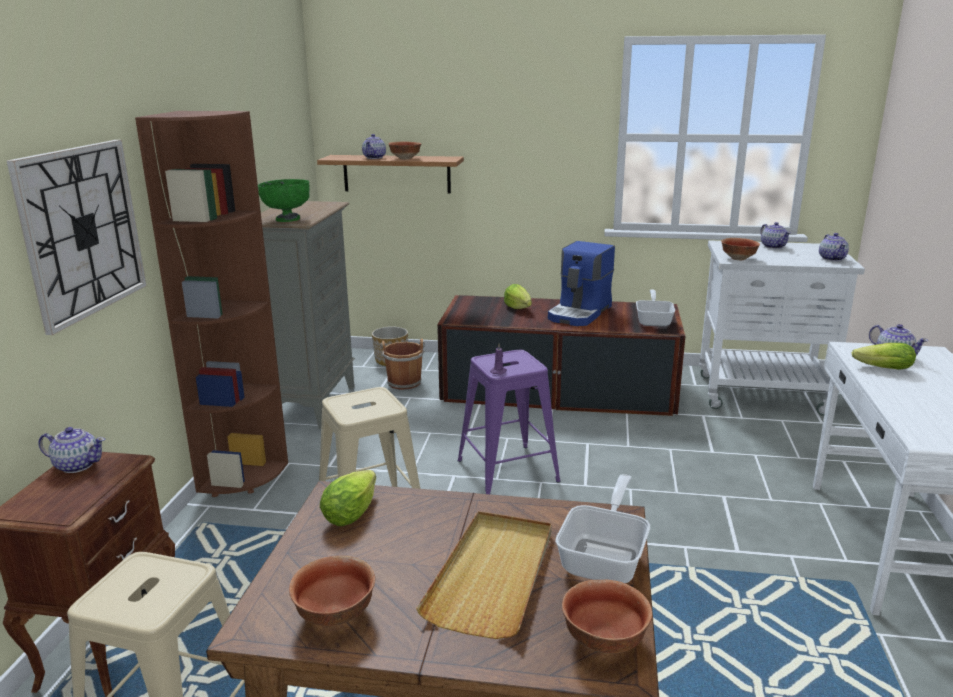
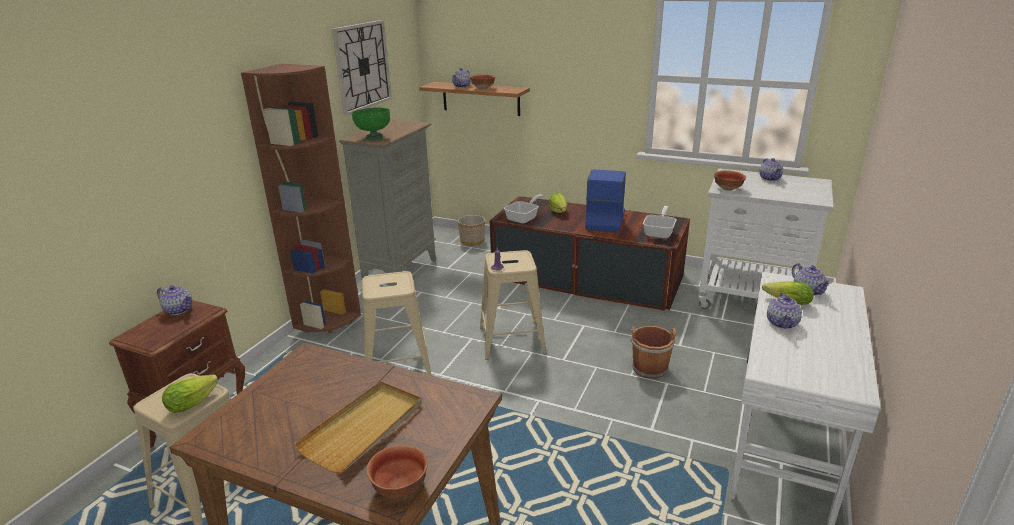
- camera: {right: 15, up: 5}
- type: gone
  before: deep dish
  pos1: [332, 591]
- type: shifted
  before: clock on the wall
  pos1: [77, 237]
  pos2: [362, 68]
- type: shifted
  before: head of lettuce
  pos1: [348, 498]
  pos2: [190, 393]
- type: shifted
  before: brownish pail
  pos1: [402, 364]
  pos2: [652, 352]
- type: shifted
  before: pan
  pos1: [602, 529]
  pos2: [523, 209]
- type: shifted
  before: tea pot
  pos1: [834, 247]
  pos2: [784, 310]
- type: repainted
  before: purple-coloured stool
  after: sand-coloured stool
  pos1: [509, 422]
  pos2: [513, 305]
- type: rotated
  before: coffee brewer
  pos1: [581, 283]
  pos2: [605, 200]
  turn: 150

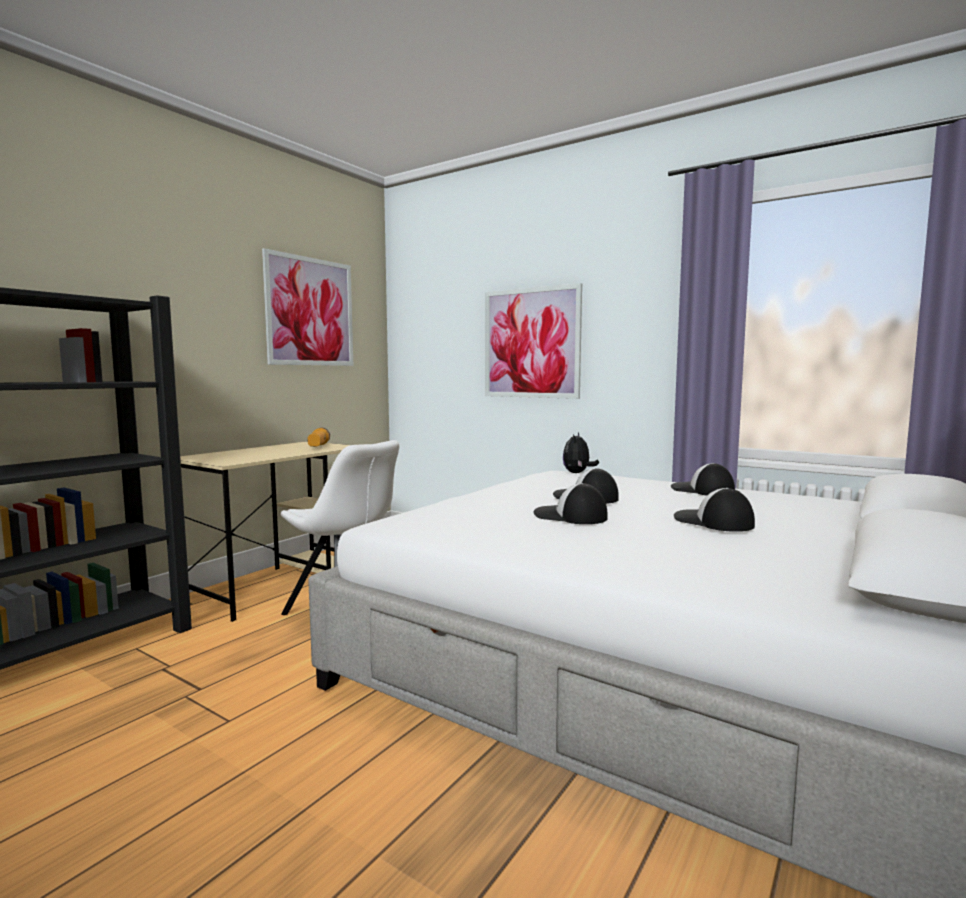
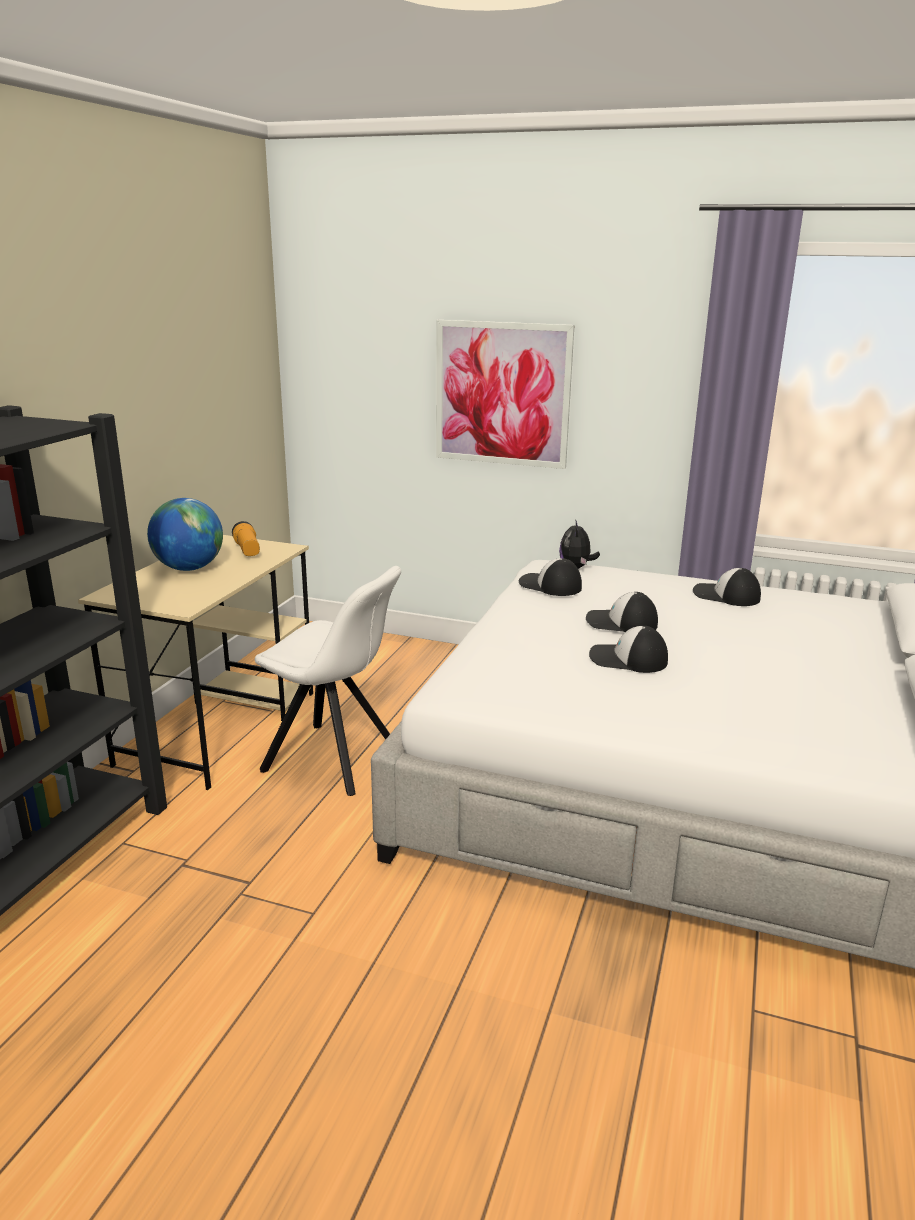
- camera: {right: -15, up: 15}
- type: gone
  before: wall picture
  pos1: [307, 307]
- type: new
  after: desk globe
  pos2: [185, 534]
- type: shifted
  before: baseball cap
  pos1: [714, 510]
  pos2: [550, 577]

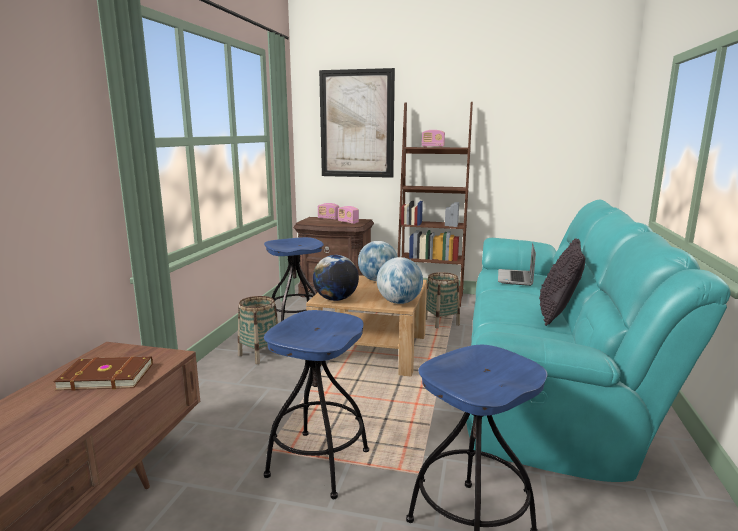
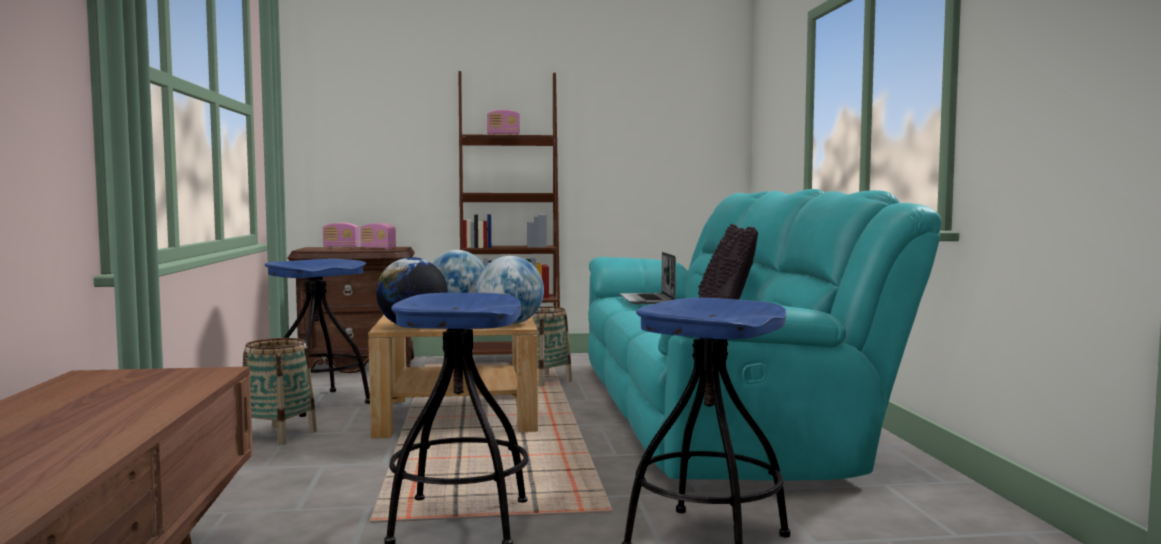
- camera: {right: -20, up: -10}
- type: gone
  before: brownish book
  pos1: [103, 374]
- type: gone
  before: wall picture
  pos1: [357, 123]

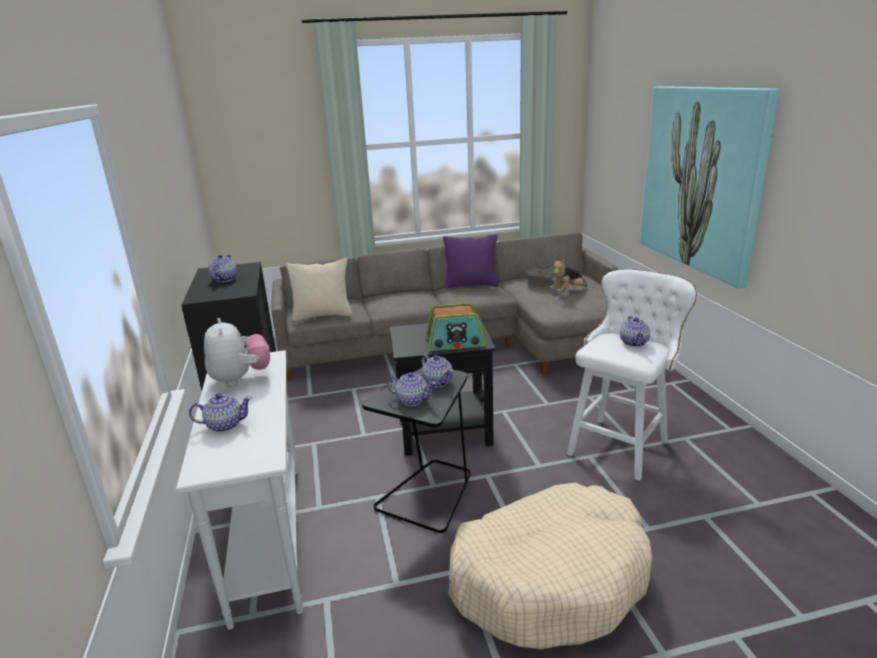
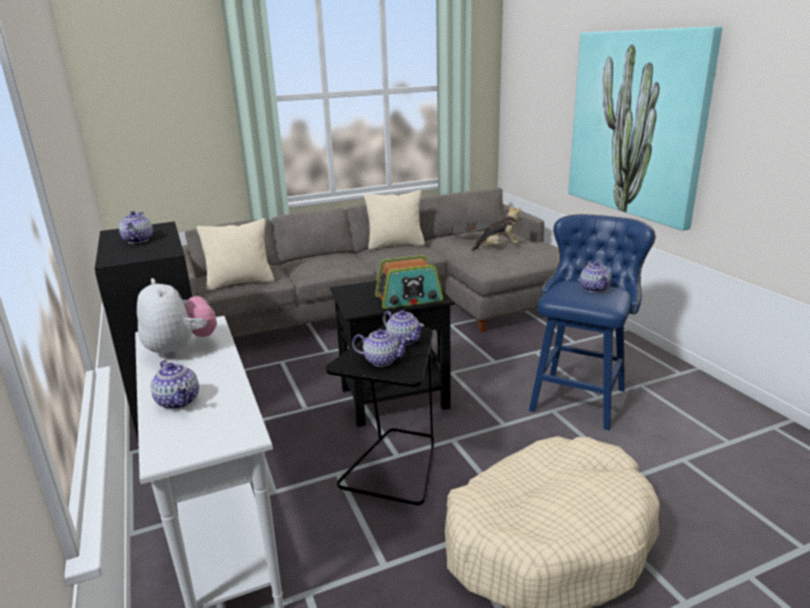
- camera: {right: -10, up: 0}
- type: repainted
  before: purple-coloured throw pillow
  after: sand-coloured throw pillow
  pos1: [471, 261]
  pos2: [394, 219]
- type: repainted
  before: white-coloured stool
  after: bluish stool
  pos1: [632, 375]
  pos2: [592, 322]
- type: rotated
  before: tea pot
  pos1: [220, 412]
  pos2: [175, 385]
  turn: 75
- type: rotated
  before: plush toy
  pos1: [568, 276]
  pos2: [496, 228]
  turn: -150

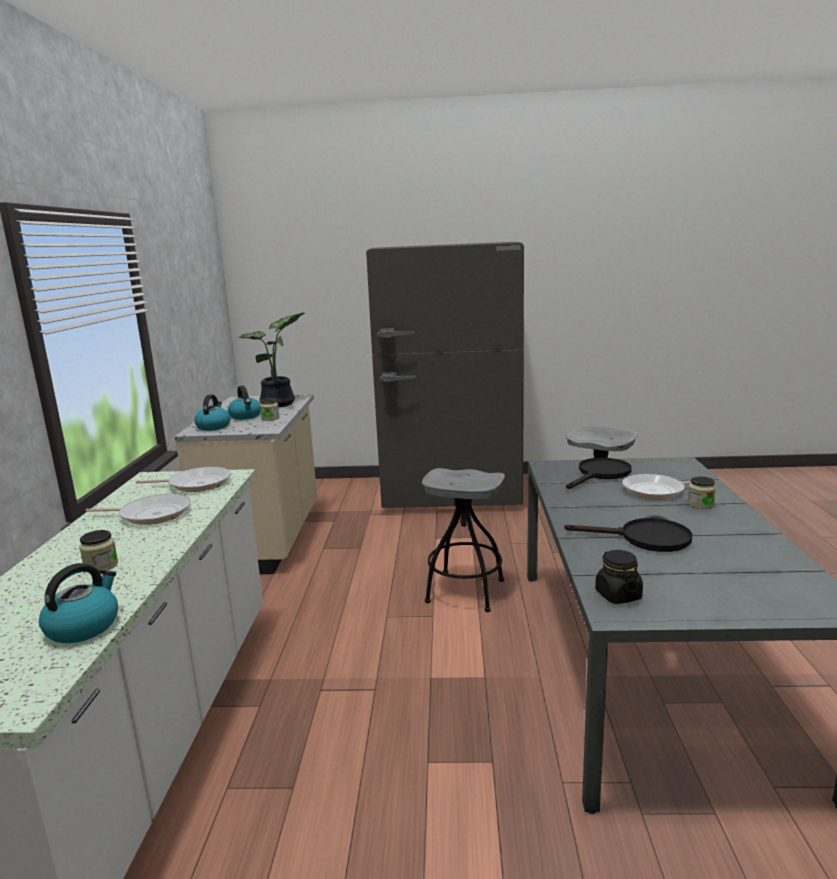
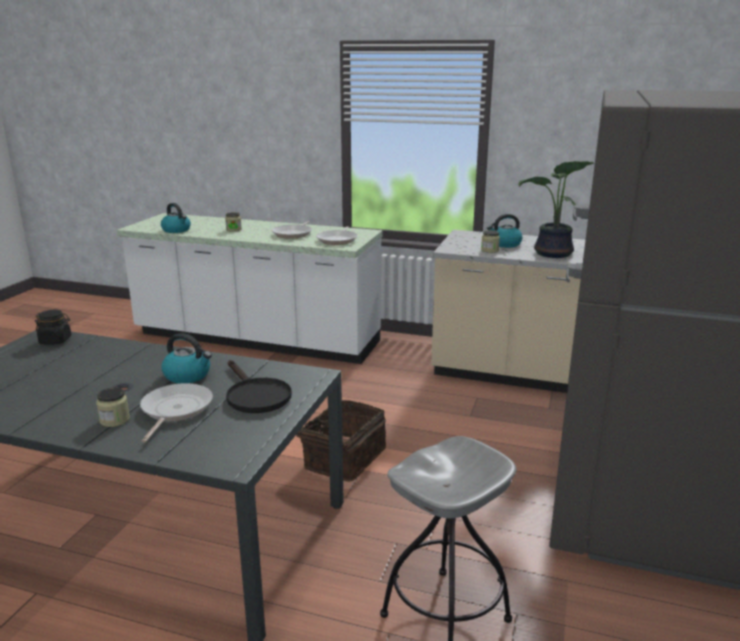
- camera: {right: 105, up: 5}
- type: gone
  before: black-coloured pan
  pos1: [629, 535]
- type: shifted
  before: tea kettle
  pos1: [212, 412]
  pos2: [187, 358]
- type: swapped
  before: gray stool
  after: storage basket
  pos1: [463, 540]
  pos2: [341, 441]

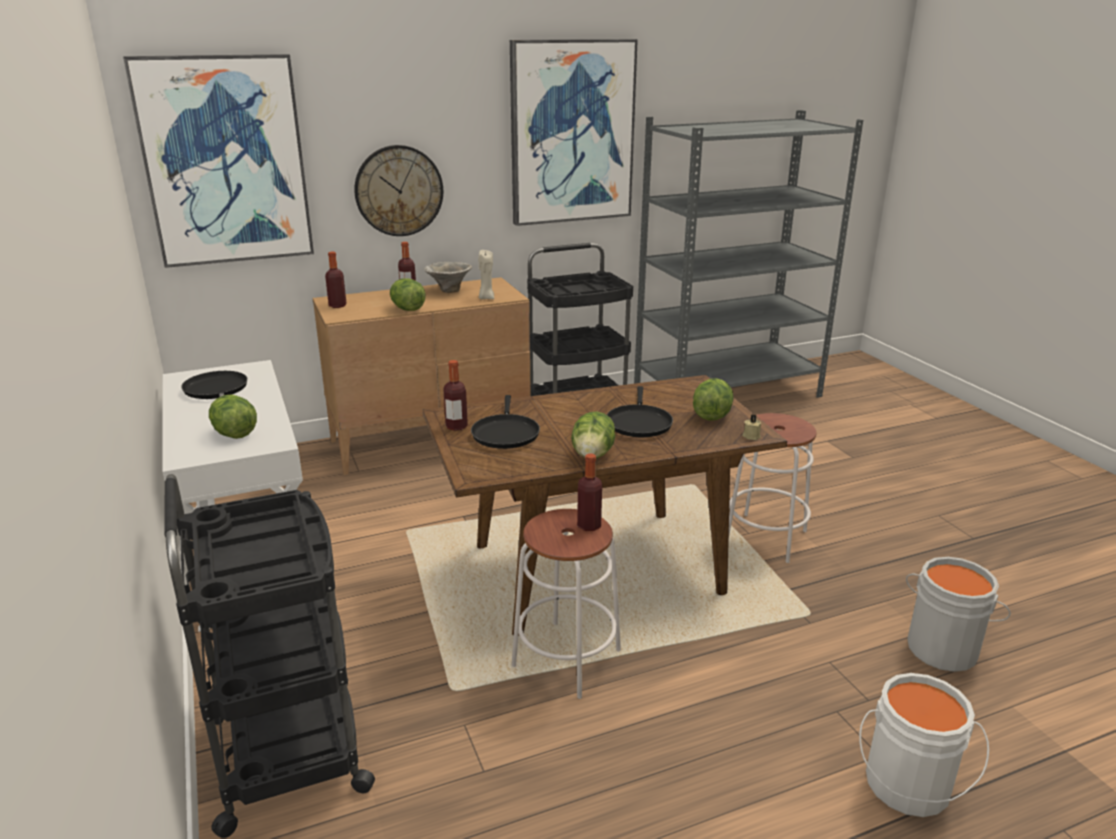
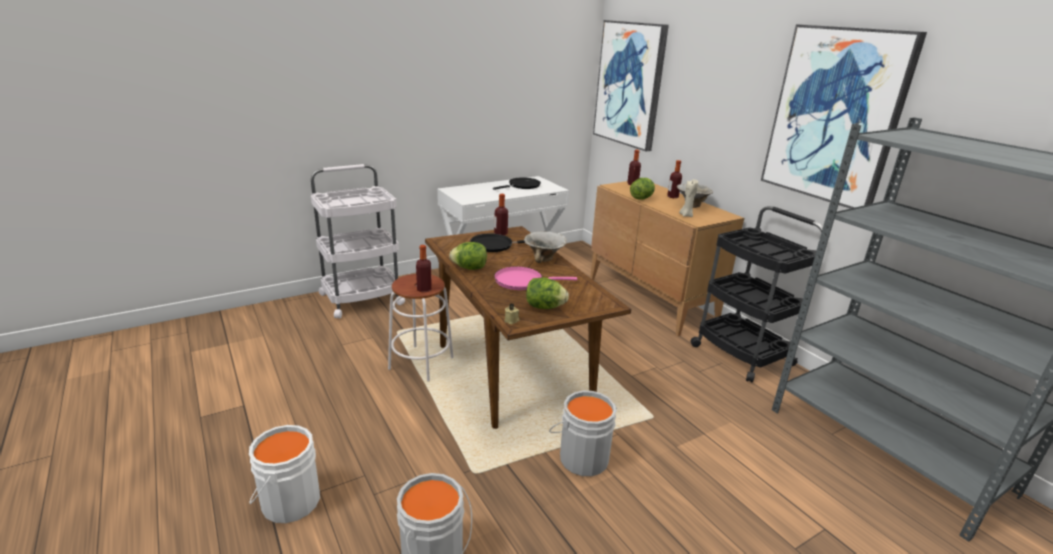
- camera: {right: 80, up: 0}
- type: gone
  before: head of lettuce
  pos1: [233, 417]
- type: gone
  before: clock on the wall
  pos1: [398, 190]
- type: new
  after: deep dish
  pos2: [545, 247]
- type: swapped
  before: white-coloured stool
  after: gray pail
  pos1: [773, 488]
  pos2: [583, 433]
- type: repainted
  before: black-coloured trolley
  after: white-coloured trolley
  pos1: [269, 656]
  pos2: [358, 241]
- type: repainted
  before: black-coloured pan
  after: pinkish pan
  pos1: [640, 411]
  pos2: [535, 278]

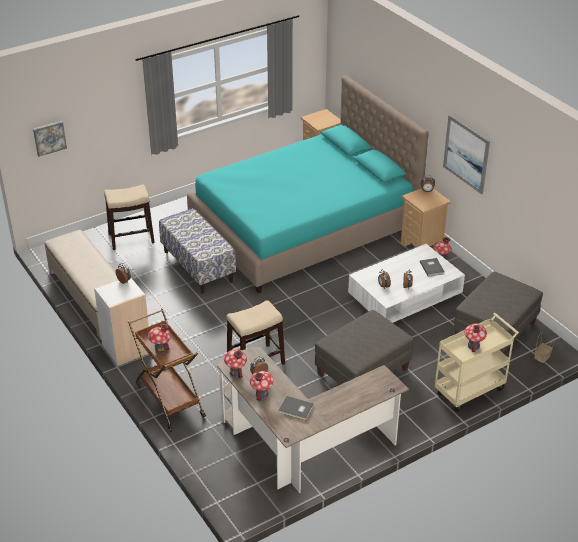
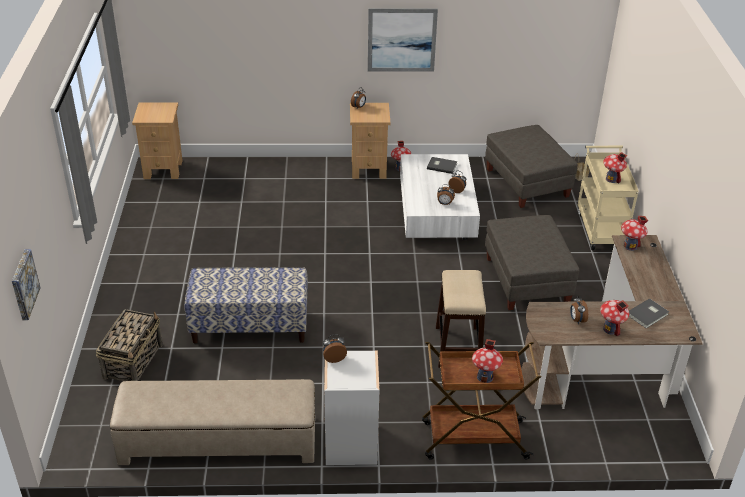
- camera: {right: -60, up: 0}
- type: gone
  before: blue-green bedroom bed
  pos1: [307, 184]
- type: shifted
  before: model house
  pos1: [235, 363]
  pos2: [634, 233]
- type: swapped
  before: stool
  after: storage basket
  pos1: [129, 217]
  pos2: [129, 345]

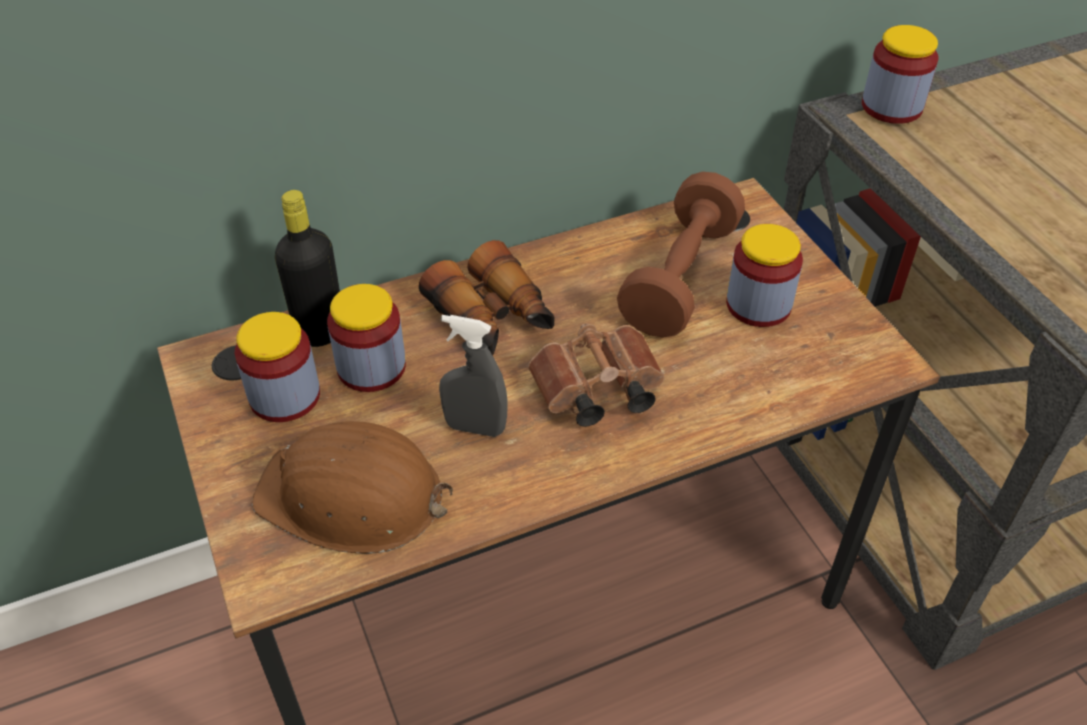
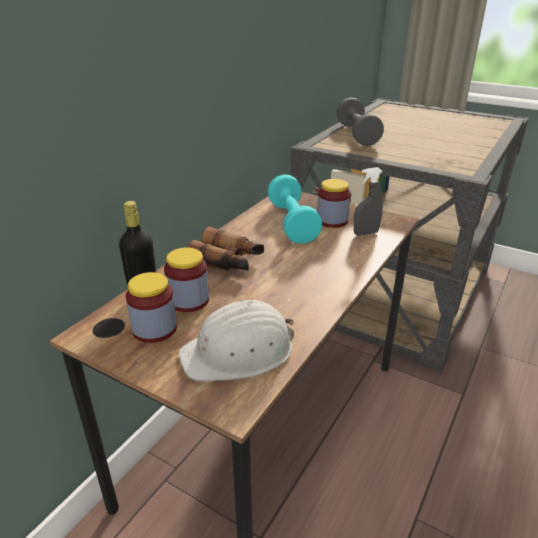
- camera: {right: -35, up: -15}
- type: gone
  before: brownish binoculars
  pos1: [596, 375]
- type: gone
  before: storage jar
  pos1: [900, 74]
- type: new
  after: gray hand weight
  pos2: [360, 121]
- type: shifted
  before: gray hand sprayer
  pos1: [473, 376]
  pos2: [368, 201]
- type: repainted
  before: brownish hard hat
  after: white-coloured hard hat
  pos1: [352, 487]
  pos2: [236, 340]
- type: repainted
  before: brownish hand weight
  after: blue-green hand weight
  pos1: [681, 255]
  pos2: [294, 209]

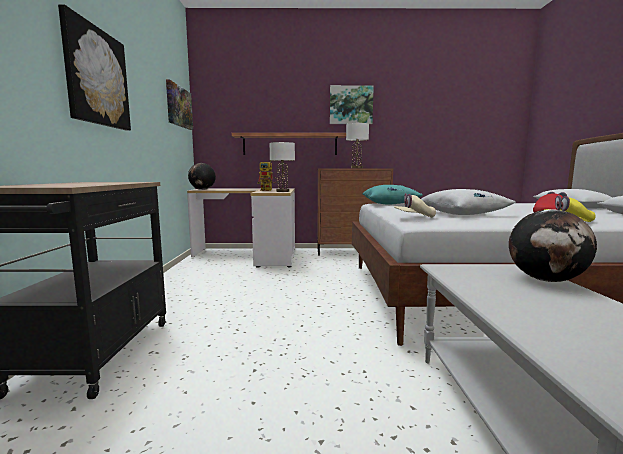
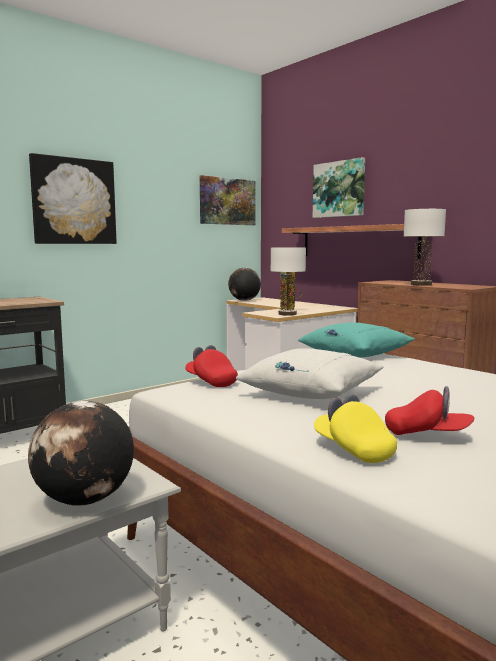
- camera: {right: 50, up: 0}
- type: shifted
  before: wall picture
  pos1: [352, 104]
  pos2: [339, 187]
- type: repainted
  before: sand-coloured baseball cap
  after: red-coloured baseball cap
  pos1: [415, 205]
  pos2: [211, 366]

